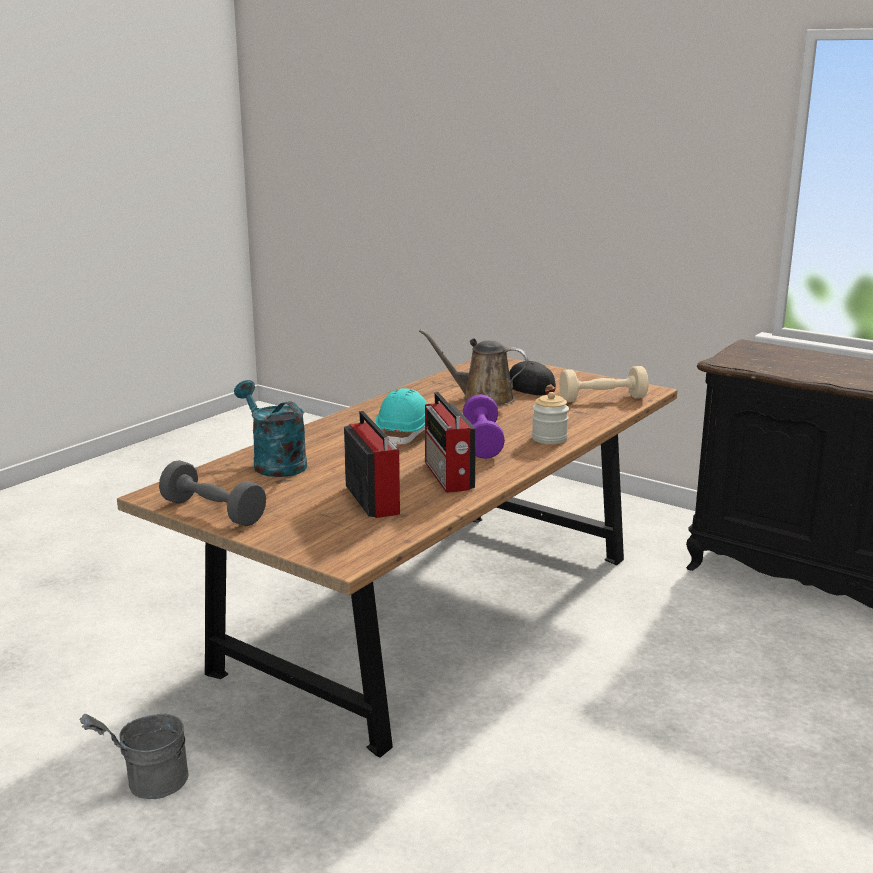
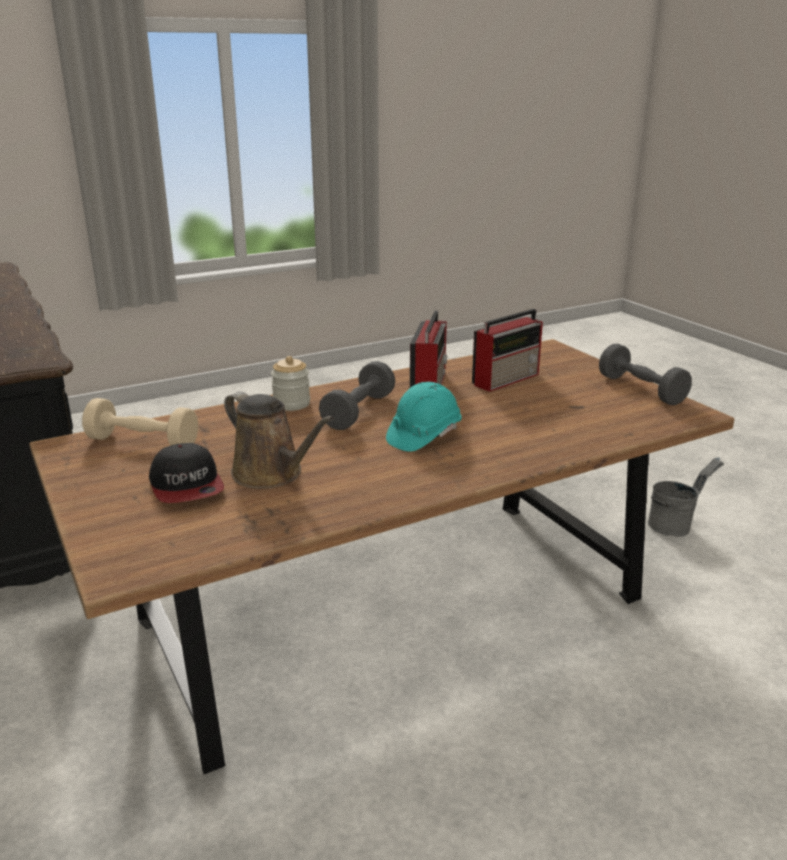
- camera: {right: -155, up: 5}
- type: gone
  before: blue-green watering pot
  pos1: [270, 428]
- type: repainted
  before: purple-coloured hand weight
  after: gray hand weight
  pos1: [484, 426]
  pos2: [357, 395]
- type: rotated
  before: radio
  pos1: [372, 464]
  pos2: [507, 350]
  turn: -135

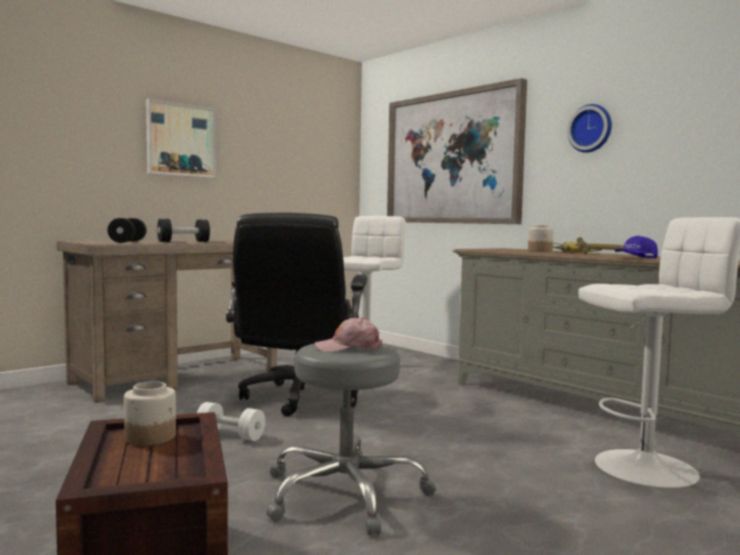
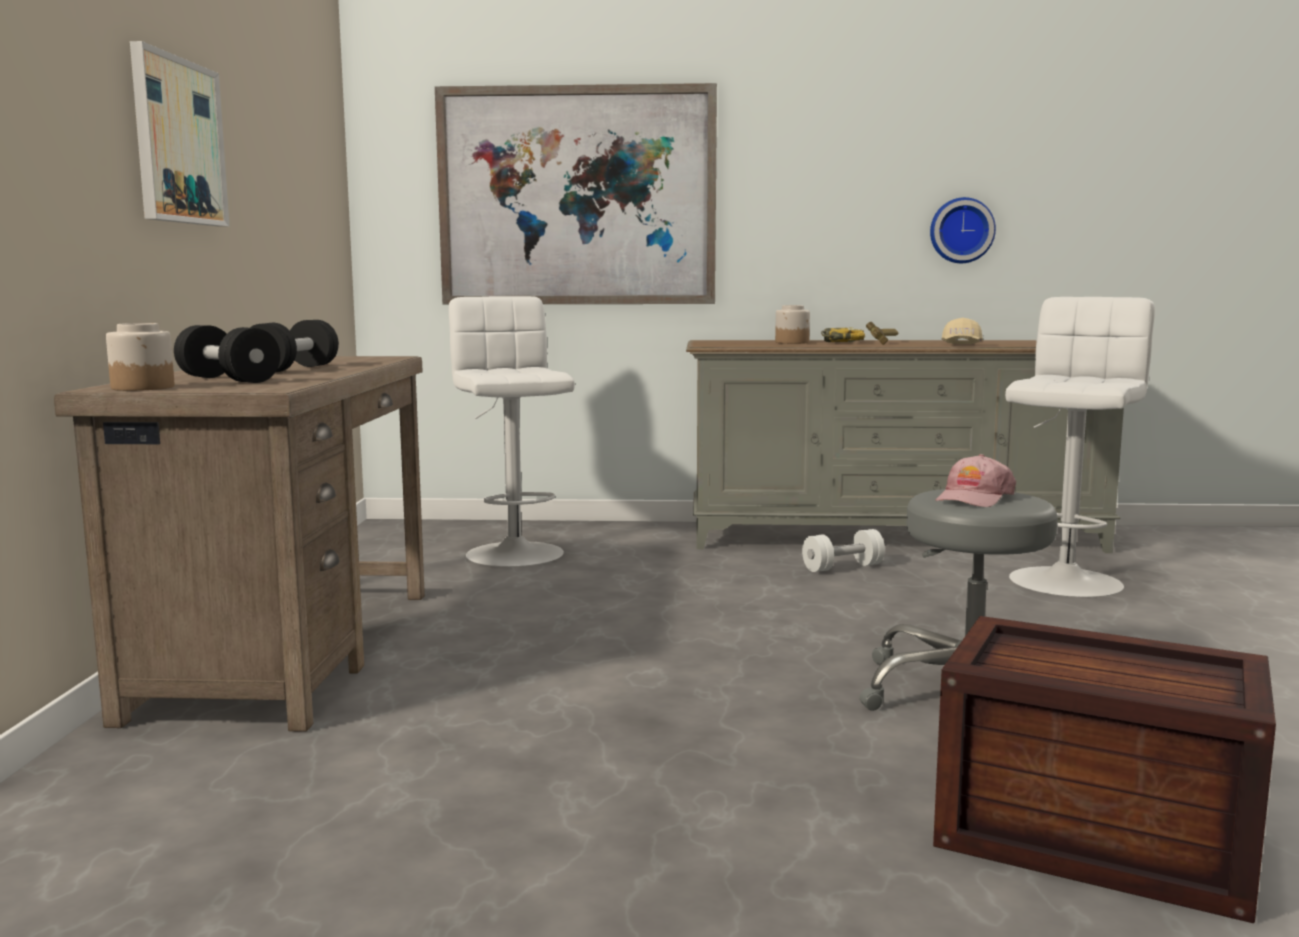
- camera: {right: -45, up: 5}
- type: gone
  before: black-coloured office chair
  pos1: [296, 315]
- type: shifted
  before: storage jar
  pos1: [150, 413]
  pos2: [140, 357]
- type: shifted
  before: white-coloured hand weight
  pos1: [231, 421]
  pos2: [843, 550]
- type: shifted
  before: clock on the wall
  pos1: [589, 128]
  pos2: [963, 230]
- type: repainted
  before: bluish baseball cap
  after: sand-coloured baseball cap
  pos1: [636, 247]
  pos2: [962, 331]

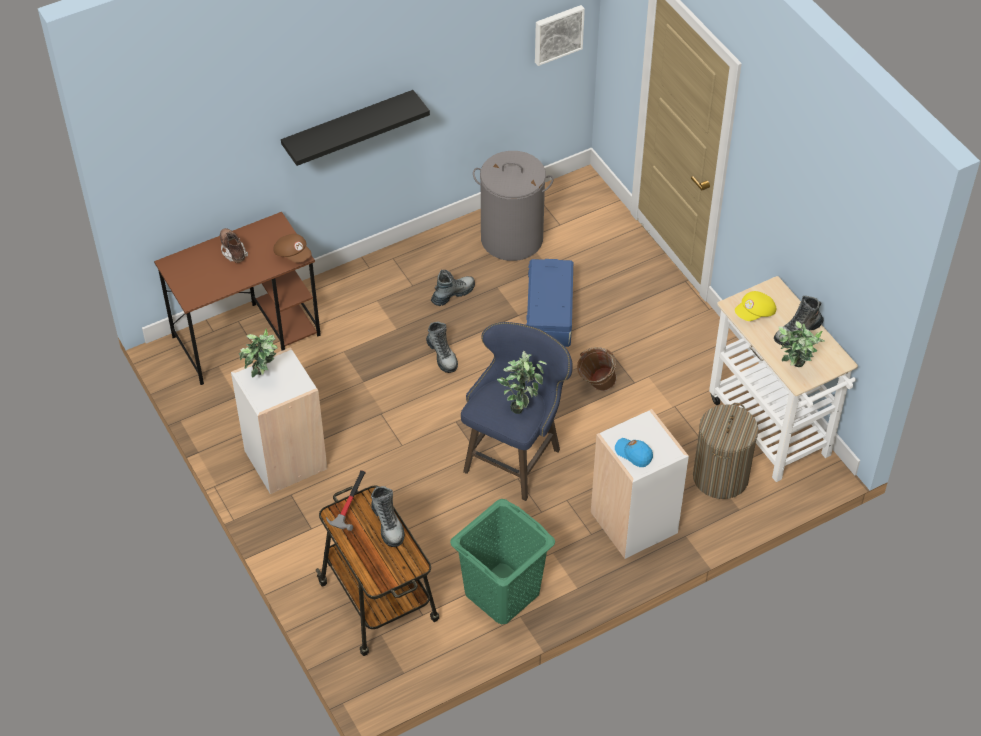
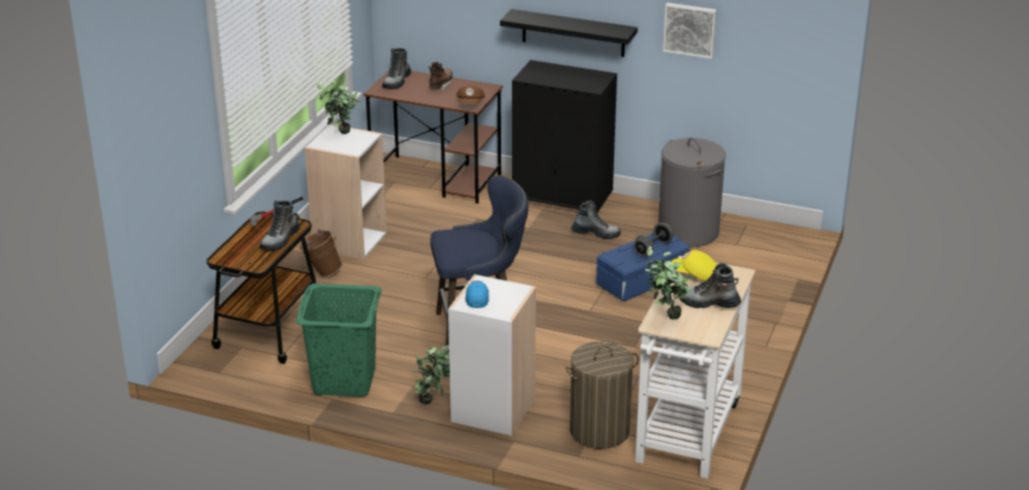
- camera: {right: 50, up: -20}
- type: new
  after: black-coloured cupboard
  pos2: [564, 136]
- type: new
  after: gray hand weight
  pos2: [654, 239]
- type: shifted
  before: tall boot
  pos1: [442, 347]
  pos2: [396, 68]
- type: shifted
  before: potted plant
  pos1: [521, 382]
  pos2: [431, 374]
- type: shifted
  before: wall picture
  pos1: [560, 35]
  pos2: [690, 31]
- type: shifted
  before: brownish pail
  pos1: [597, 369]
  pos2: [320, 253]

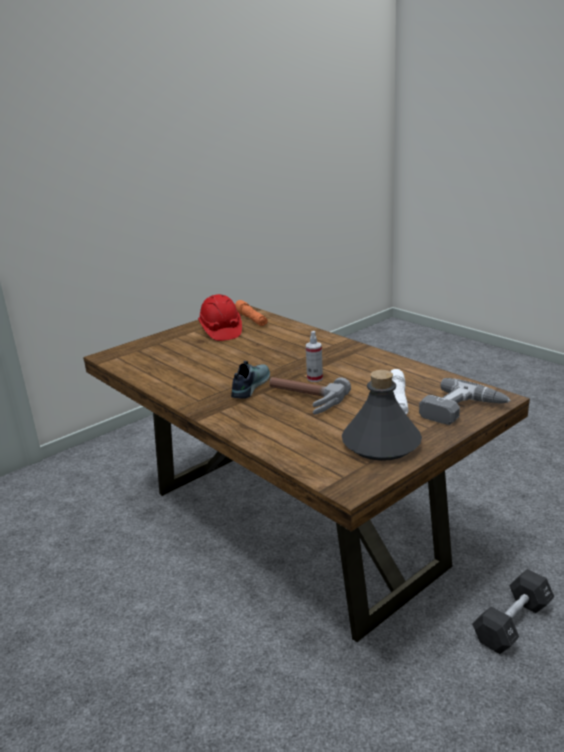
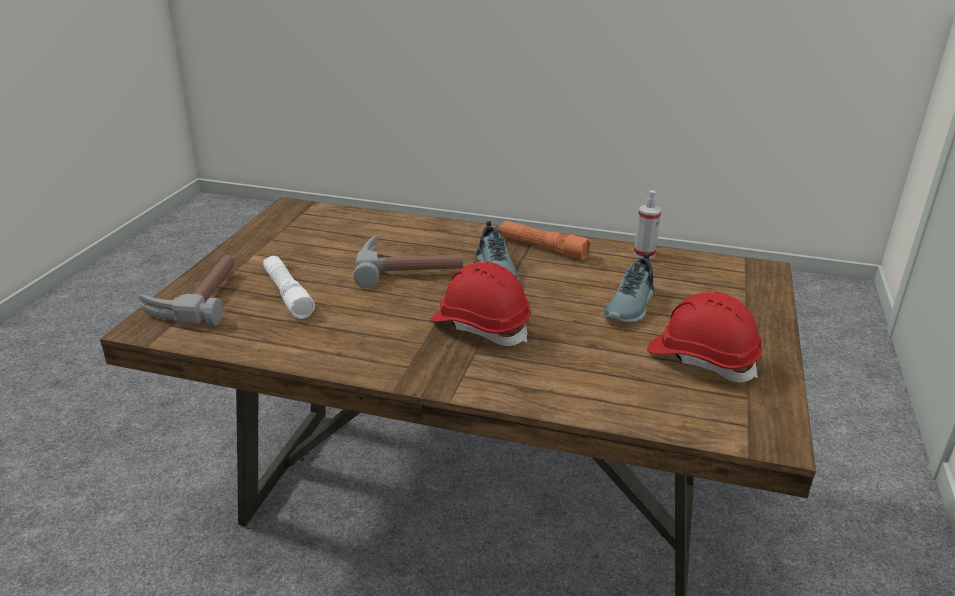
- camera: {right: 145, up: 5}
- type: gone
  before: gray bottle
  pos1: [382, 415]
- type: gone
  before: black-coloured hand weight
  pos1: [513, 611]
- type: new
  after: red-coloured hard hat
  pos2: [480, 304]
- type: new
  after: low shoe
  pos2: [628, 287]
- type: shifted
  before: orangey torch
  pos1: [251, 313]
  pos2: [544, 240]
- type: shifted
  before: hand sprayer
  pos1: [314, 356]
  pos2: [647, 224]
- type: swapped
  before: drill
  after: hand hammer
  pos1: [465, 401]
  pos2: [186, 290]

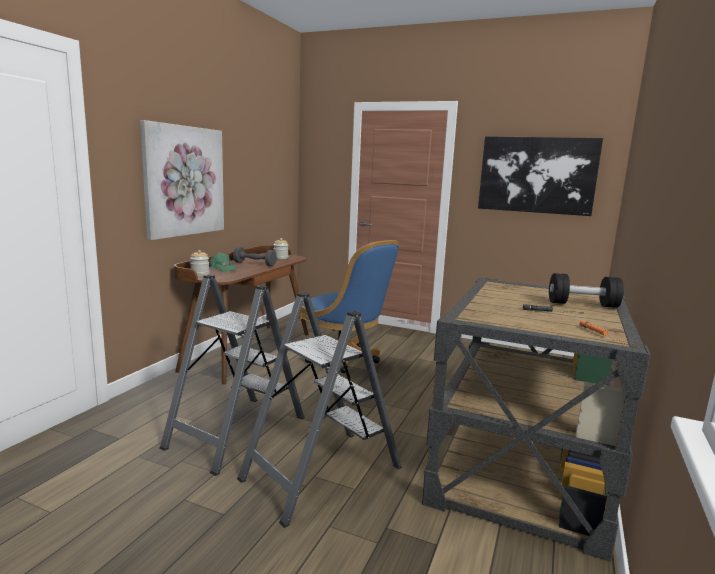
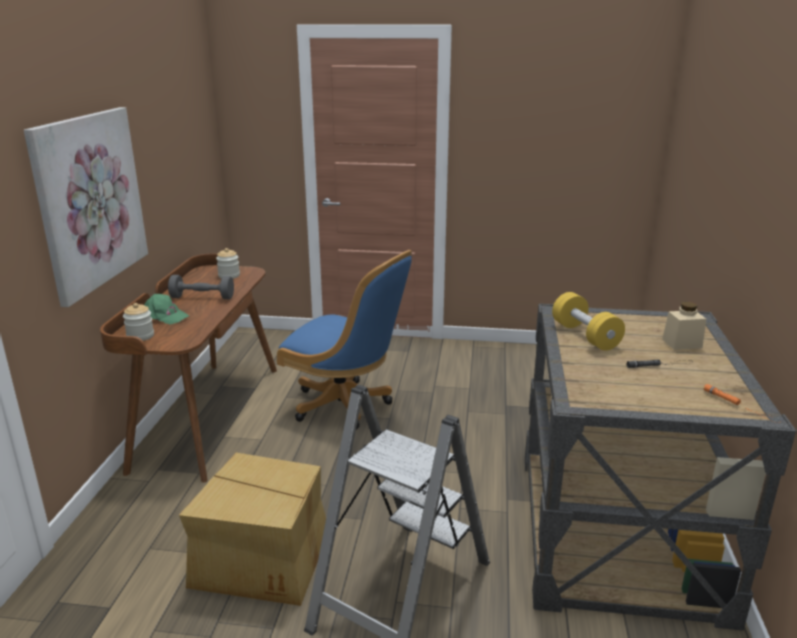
- camera: {right: -15, up: 10}
- type: gone
  before: wall picture
  pos1: [540, 176]
- type: new
  after: yellow hand weight
  pos2: [588, 321]
- type: swapped
  before: gray step ladder
  after: cardboard box
  pos1: [232, 375]
  pos2: [252, 529]
- type: swapped
  before: black-coloured hand weight
  after: sand-coloured storage jar
  pos1: [586, 290]
  pos2: [684, 325]

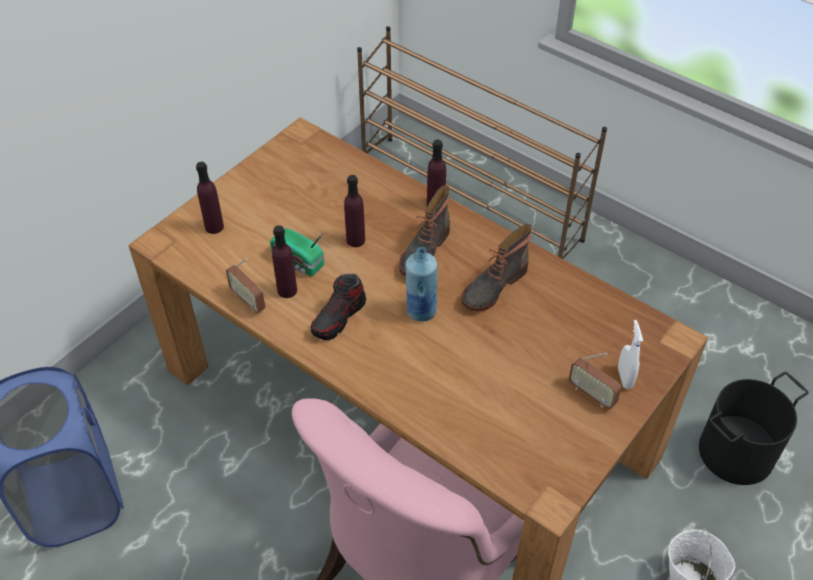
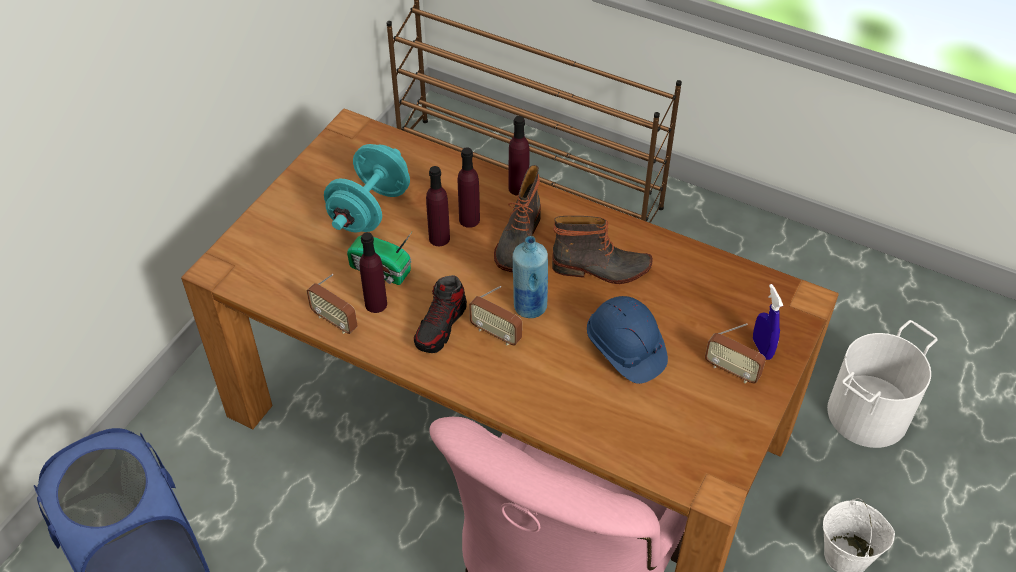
- camera: {right: -10, up: 0}
- type: new
  after: blue-green hand weight
  pos2: [367, 188]
- type: new
  after: radio
  pos2: [495, 315]
- type: new
  after: bluish hard hat
  pos2: [627, 340]
- type: shifted
  before: purple-coloured bottle
  pos1: [210, 198]
  pos2: [469, 187]
- type: repainted
  before: white-coloured hand sprayer
  after: bluish hand sprayer
  pos1: [630, 354]
  pos2: [768, 322]
- type: repainted
  before: black-coloured pail
  after: white-coloured pail
  pos1: [754, 428]
  pos2: [882, 384]
- type: rotated
  before: tall boot
  pos1: [496, 268]
  pos2: [602, 250]
  turn: -120

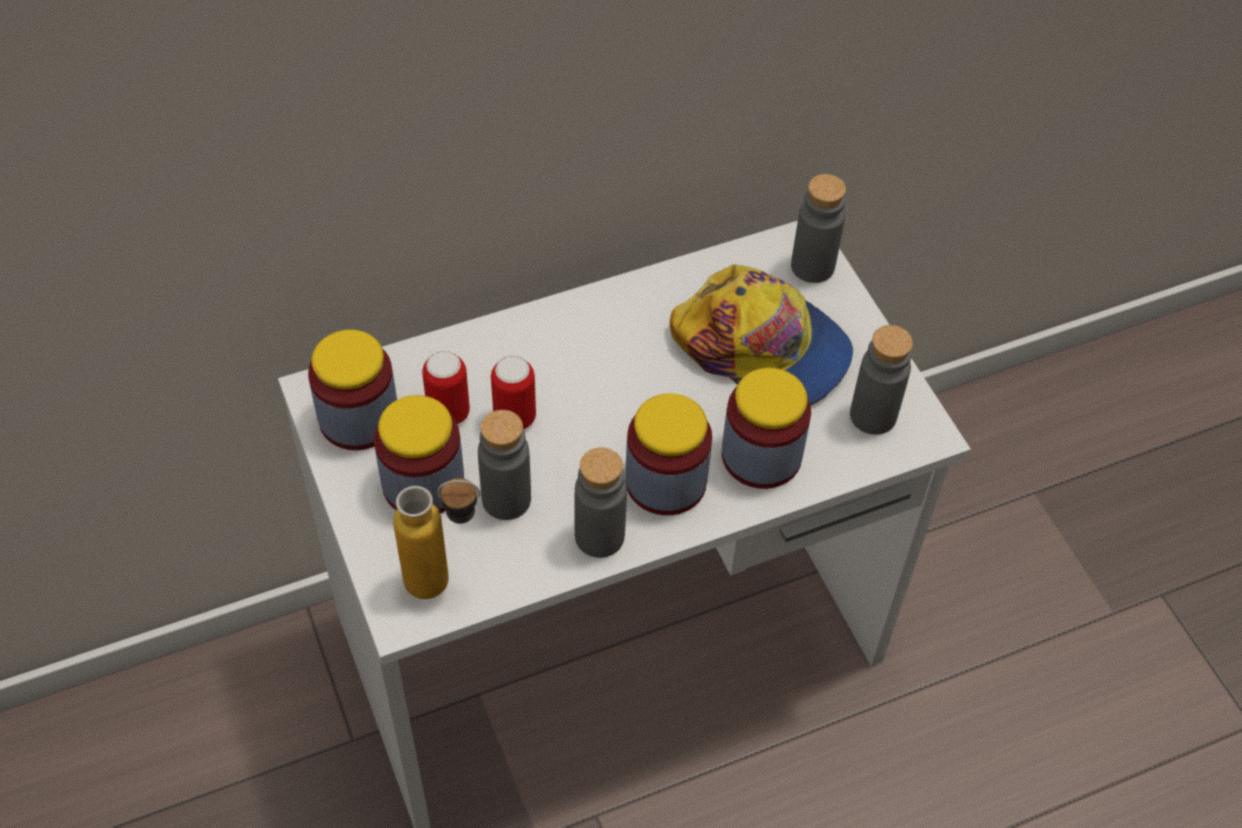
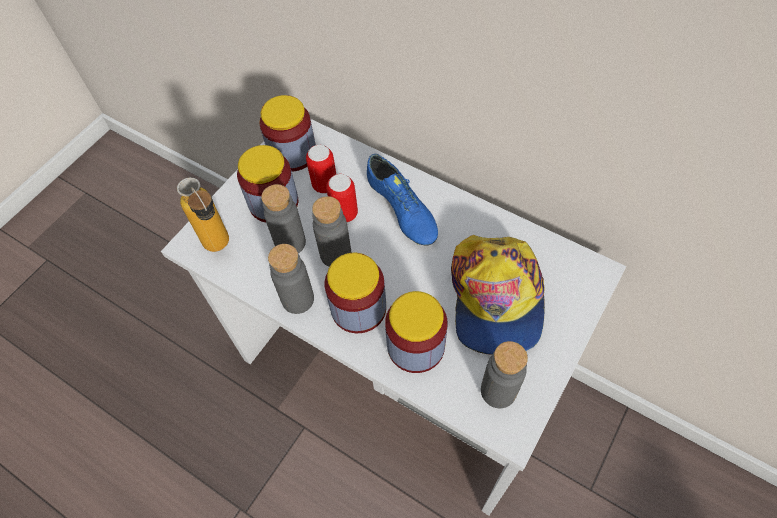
- camera: {right: 60, up: 5}
- type: new
  after: bluish low shoe
  pos2: [402, 199]
- type: shifted
  before: gray bottle
  pos1: [818, 228]
  pos2: [331, 231]

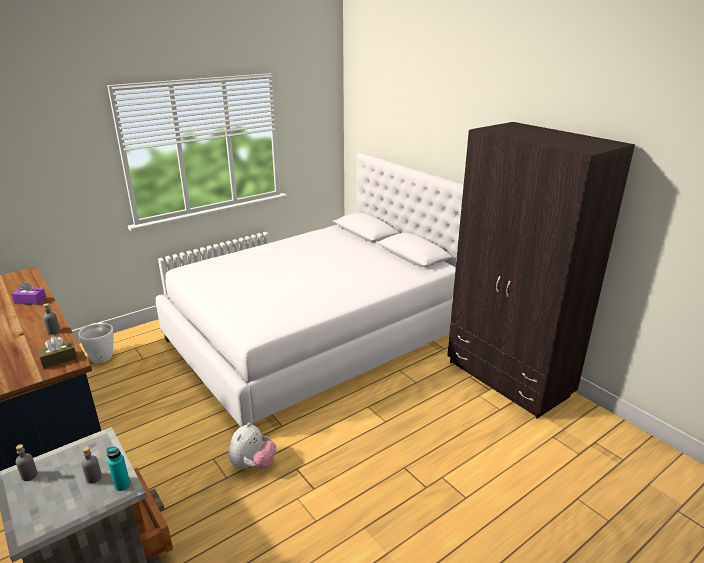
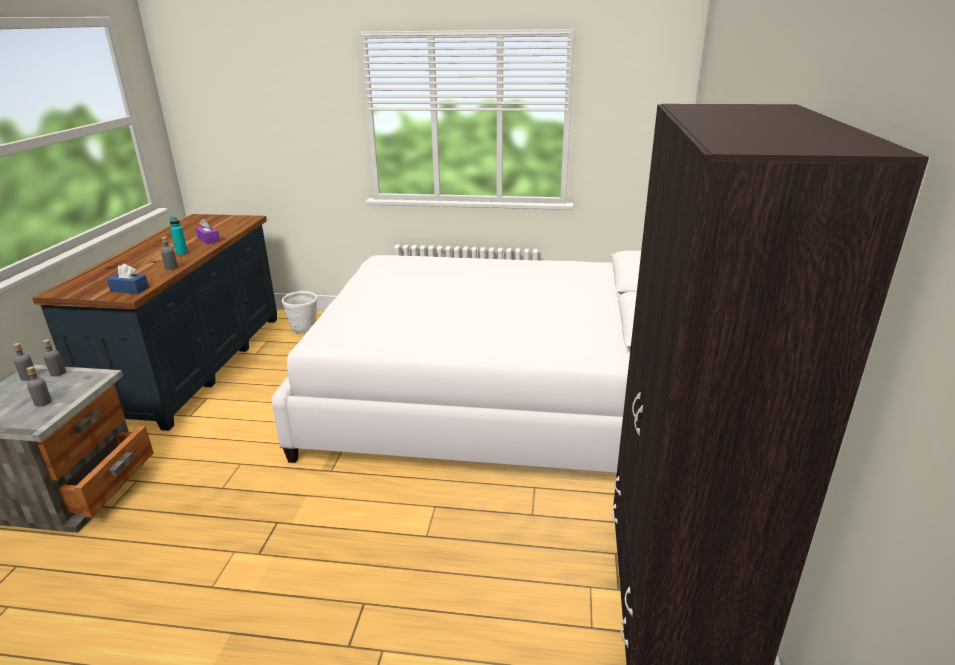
- camera: {right: 45, up: 0}
- type: gone
  before: plush toy
  pos1: [252, 445]
- type: new
  after: gray bottle
  pos2: [54, 358]
- type: shifted
  before: blue-green bottle
  pos1: [118, 469]
  pos2: [178, 235]
- type: repainted
  before: brownish box of tissues
  after: bluish box of tissues
  pos1: [57, 353]
  pos2: [128, 279]

